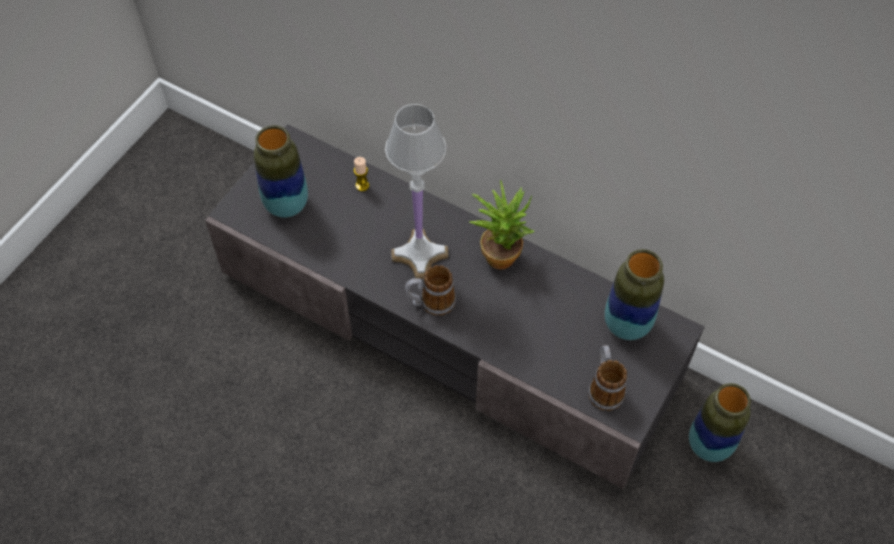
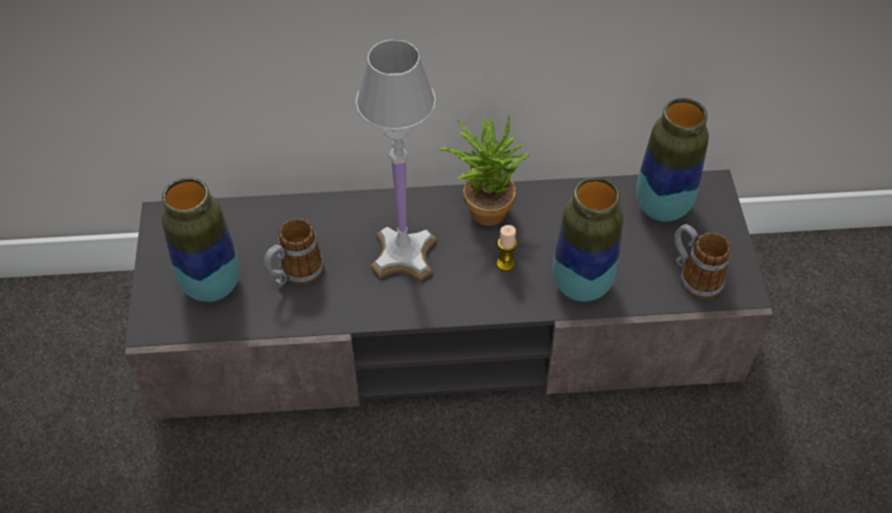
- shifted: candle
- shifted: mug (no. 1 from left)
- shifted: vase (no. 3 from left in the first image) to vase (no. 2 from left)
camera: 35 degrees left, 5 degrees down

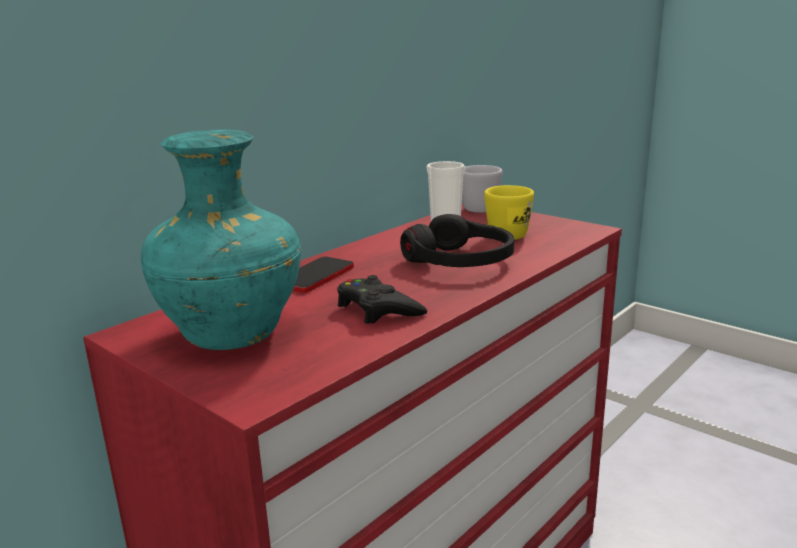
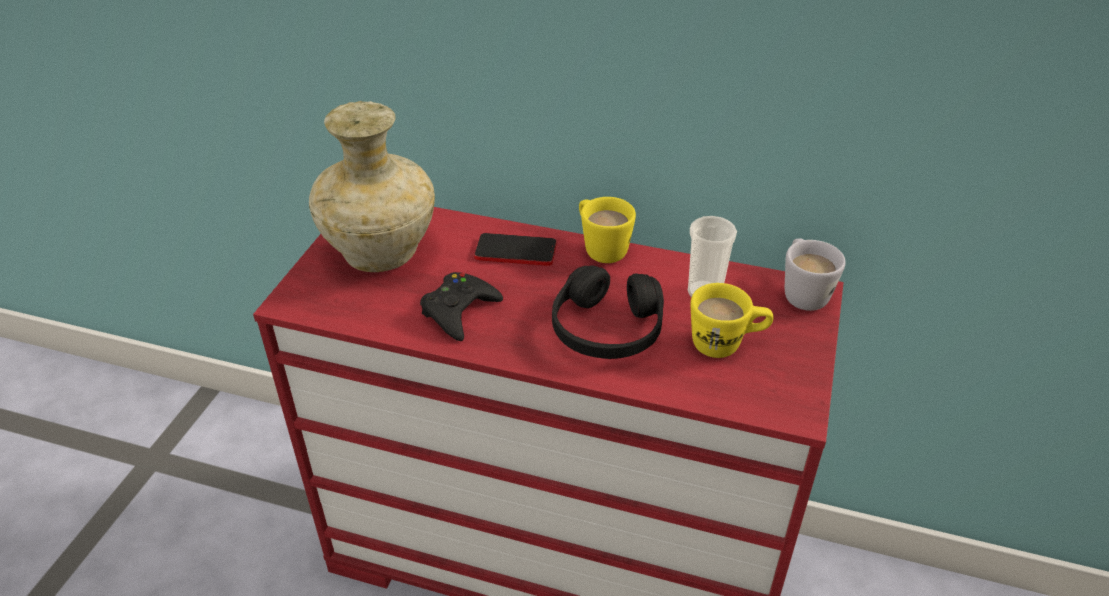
- repainted: vase (turquoise) to vase (beige-coloured)
- new: mug (yellowish) (no. 1 from left)
camera: 65 degrees right, 20 degrees up

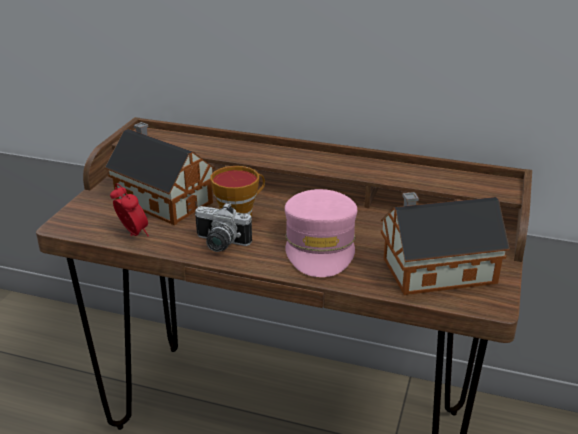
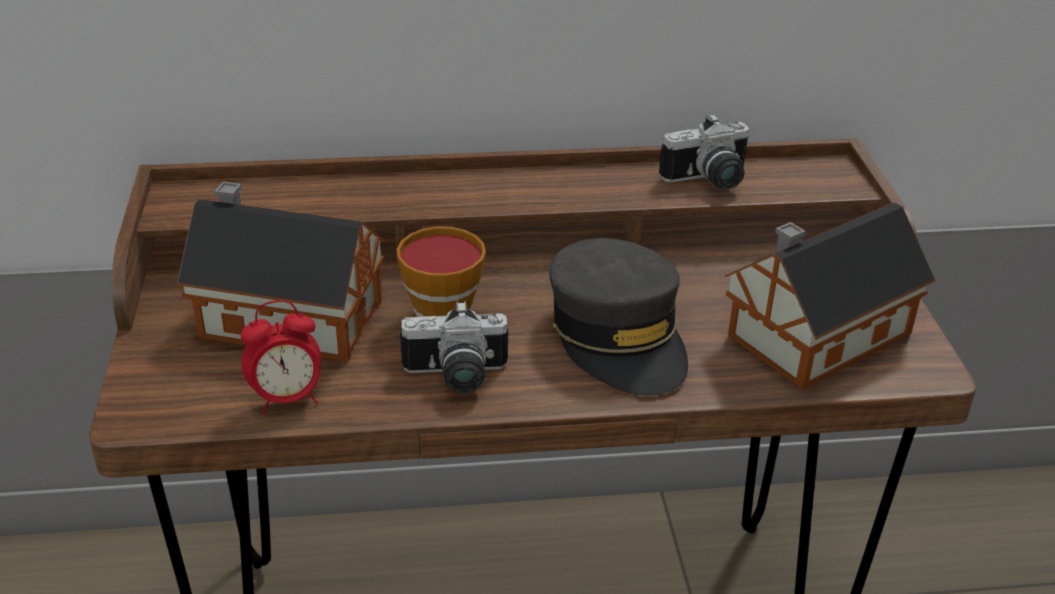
- rotated: table clock 135 degrees clockwise
- repainted: peaked cap (pink) to peaked cap (grey)
- new: still camera (no. 2 from left)
camera: 25 degrees left, 5 degrees up

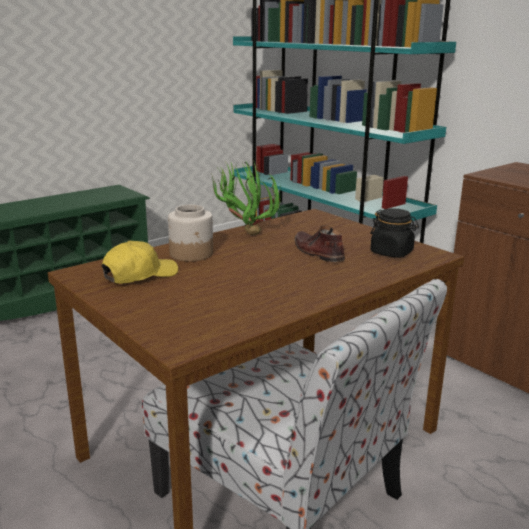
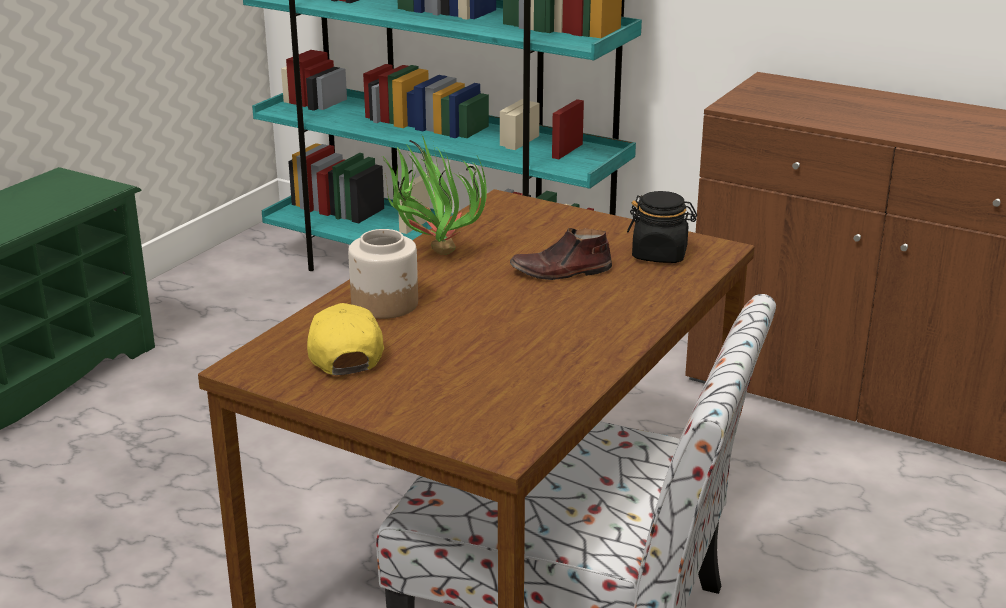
- rotated: shoe (brownish) 45 degrees counterclockwise
- rotated: peaked cap (yellowish) 45 degrees counterclockwise
camera: 20 degrees left, 5 degrees up

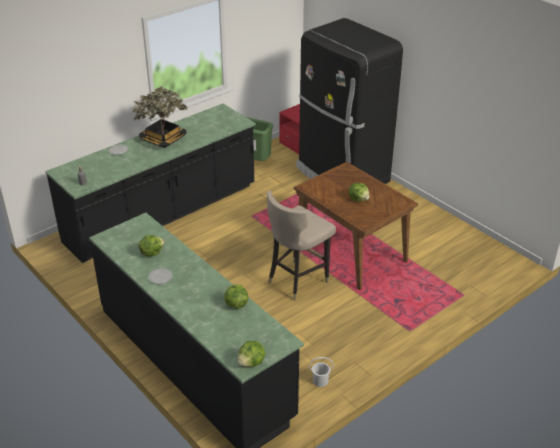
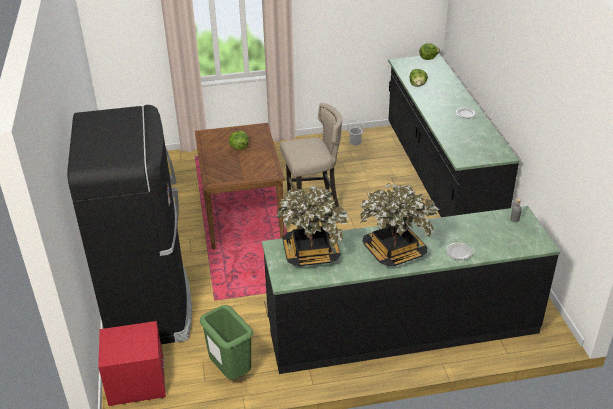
- gone: lettuce (no. 1 from left)
- new: plant in a pot (no. 1 from left)
camera: 150 degrees left, 0 degrees up

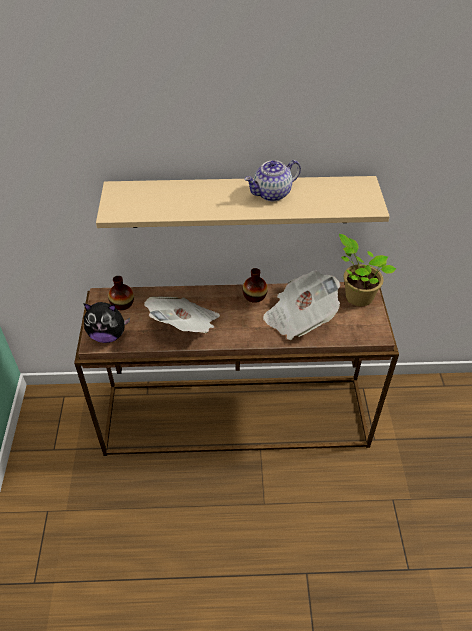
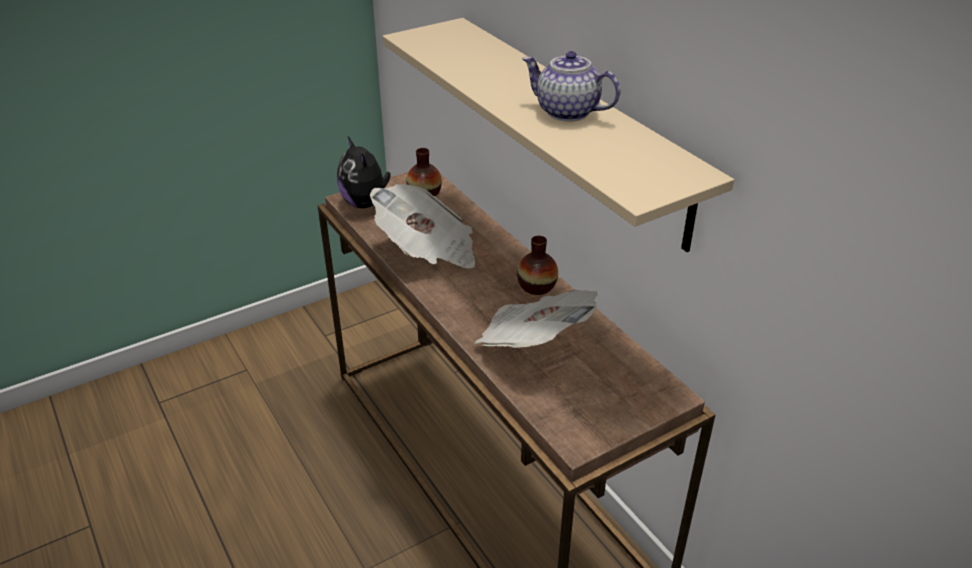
- gone: plant in a pot
camera: 60 degrees right, 10 degrees down

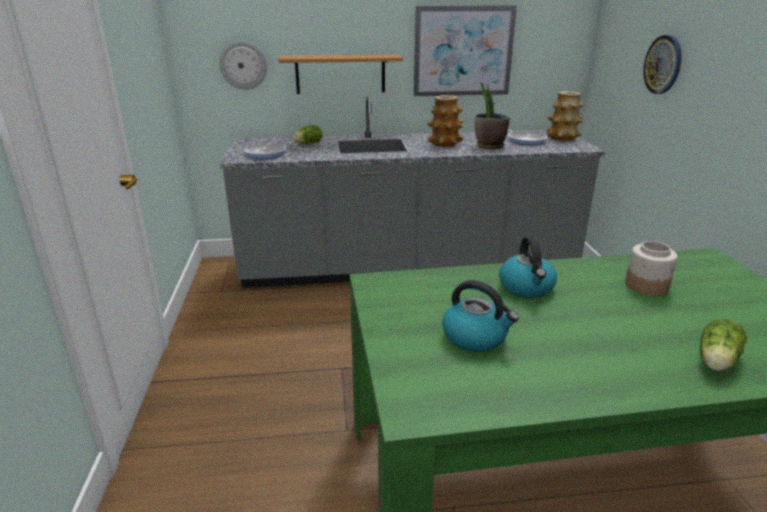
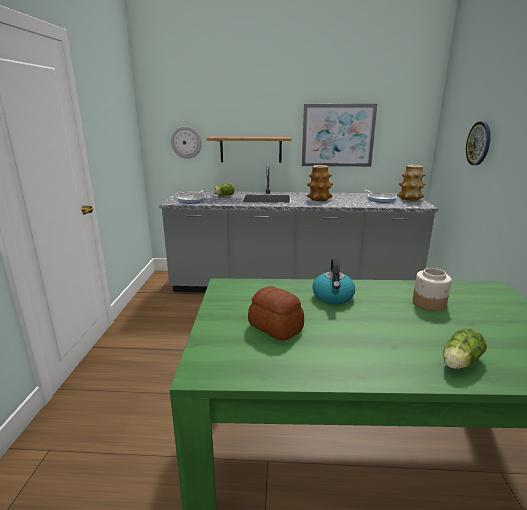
- gone: plant in a pot
- swapped: kettle (no. 1 from left) to bakery bread
camera: 10 degrees right, 5 degrees down

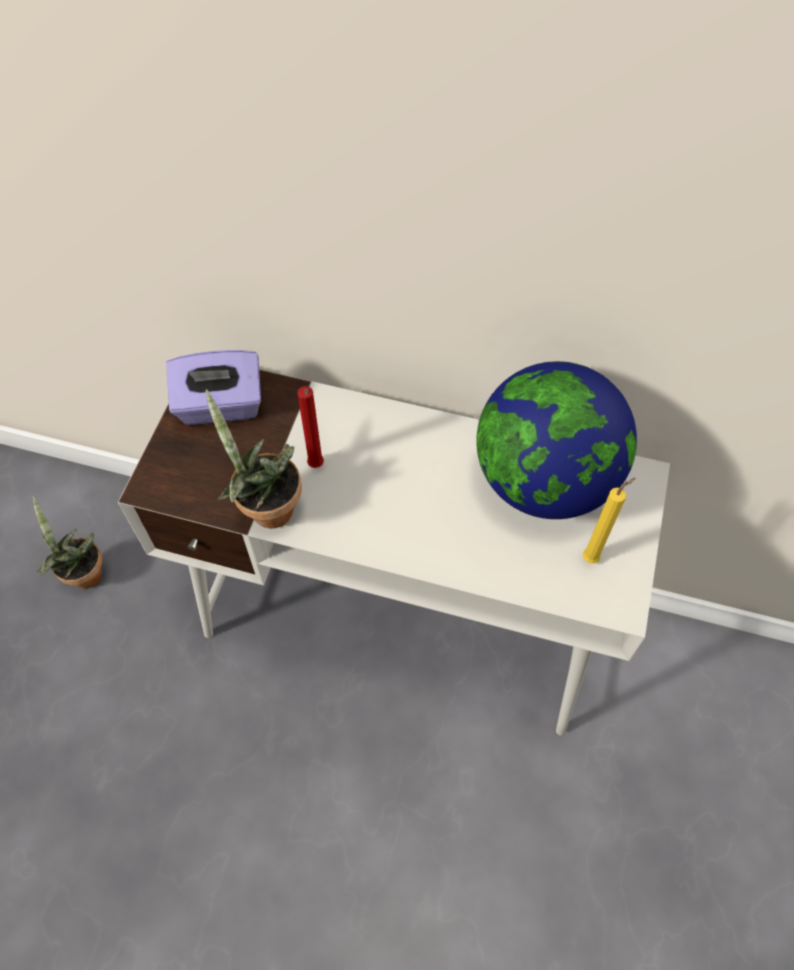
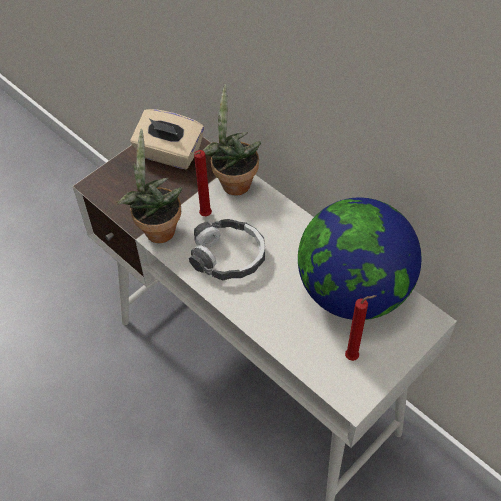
- repainted: tissue box (purplish) to tissue box (beige-coloured)
- repainted: candle (yellowish) to candle (reddish) (no. 2 from left)
- shifted: plant in a pot (no. 1 from left in the first image) to plant in a pot (no. 2 from left)
- new: headset
camera: 30 degrees right, 5 degrees down

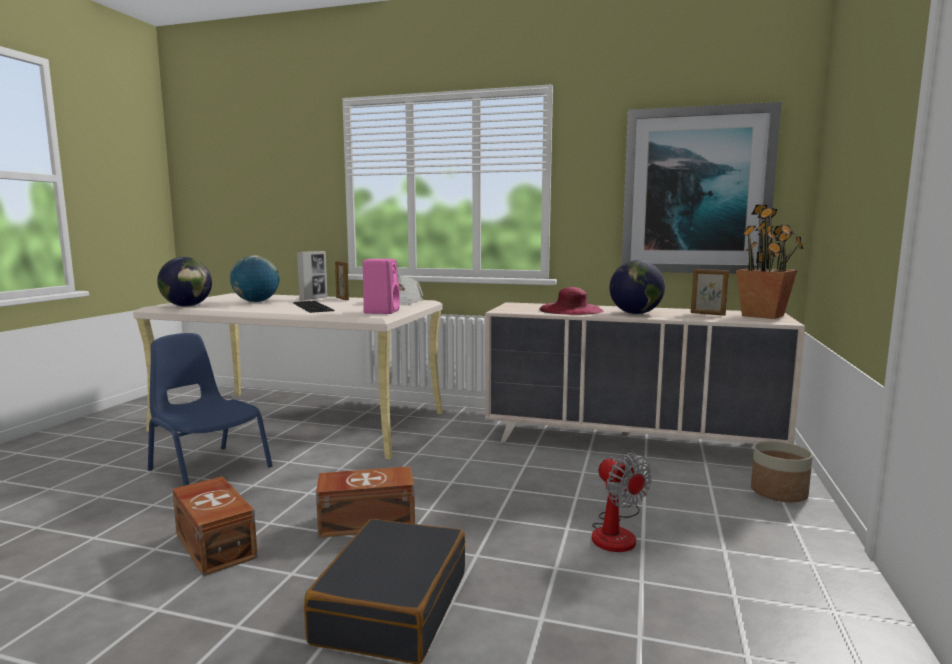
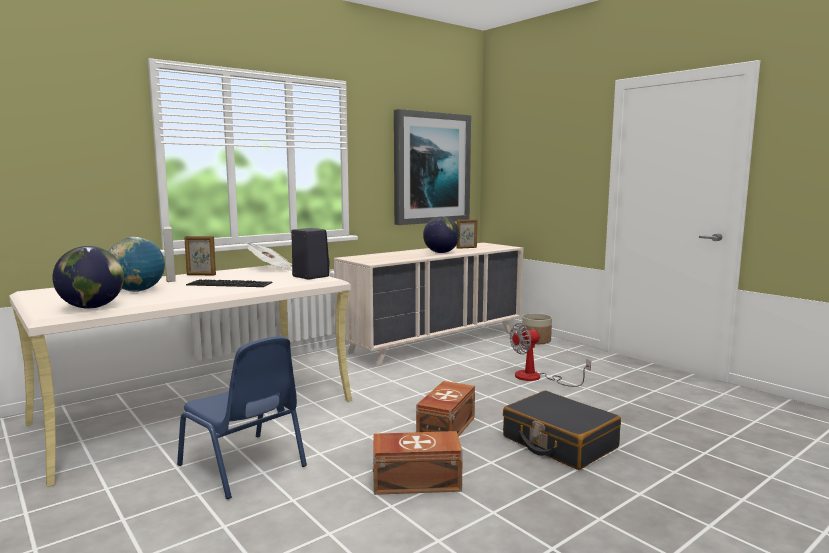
- gone: plant in a pot
- repainted: speaker (pink) to speaker (black-coloured)
- gone: hat (pink)
- rotated: upright chair (blue) 120 degrees counterclockwise
- rotated: electric fan 150 degrees clockwise
camera: 55 degrees left, 0 degrees up

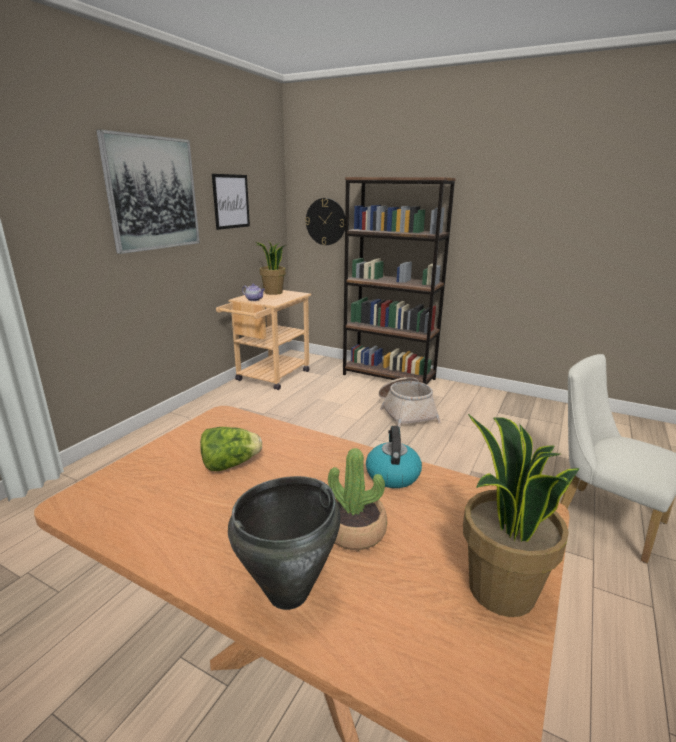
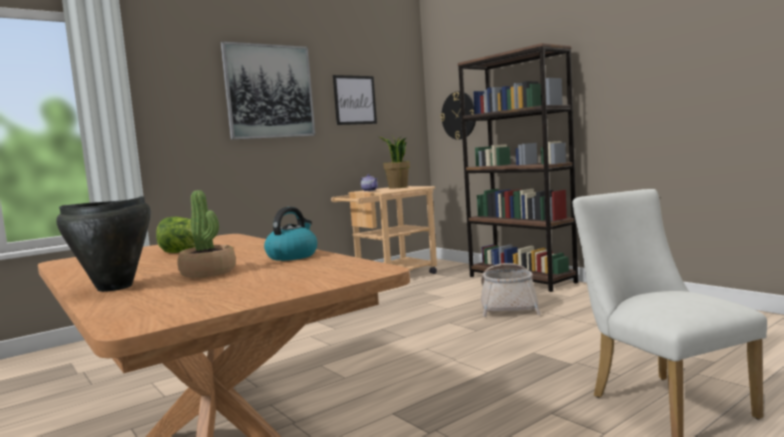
- gone: plant in a pot (no. 3 from left)
camera: 25 degrees right, 15 degrees down

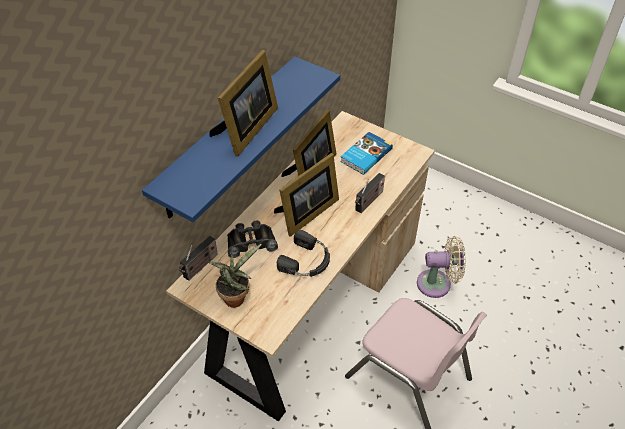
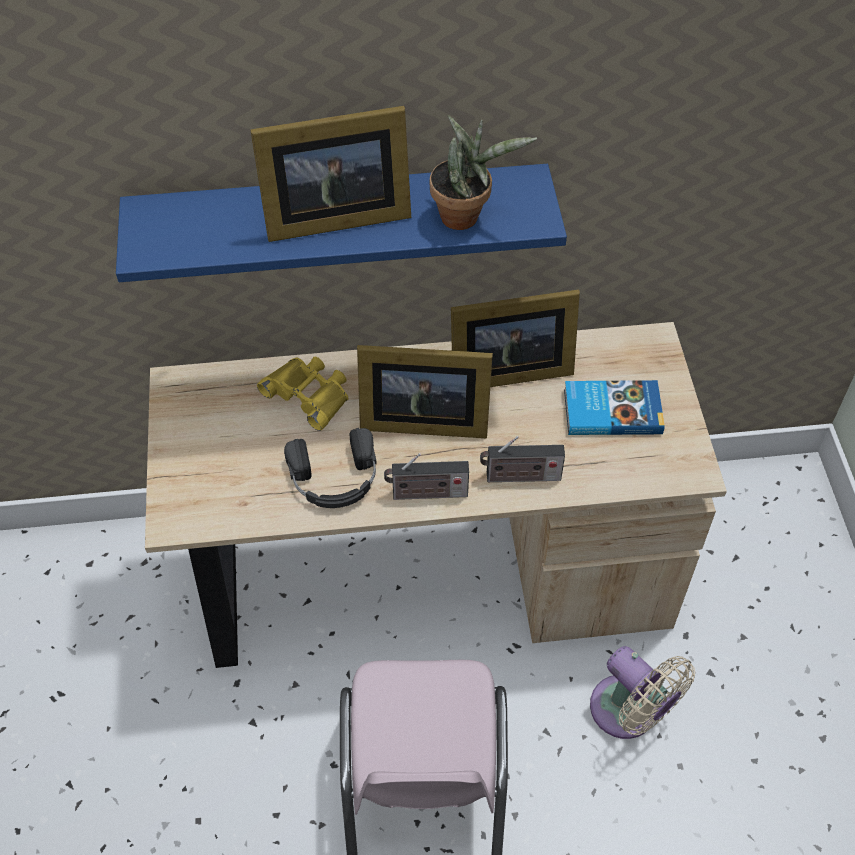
- repainted: binoculars (black-coloured) to binoculars (yellowish)
- shifted: radio receiver (no. 1 from left)
- shifted: plant in a pot
camera: 50 degrees right, 5 degrees up

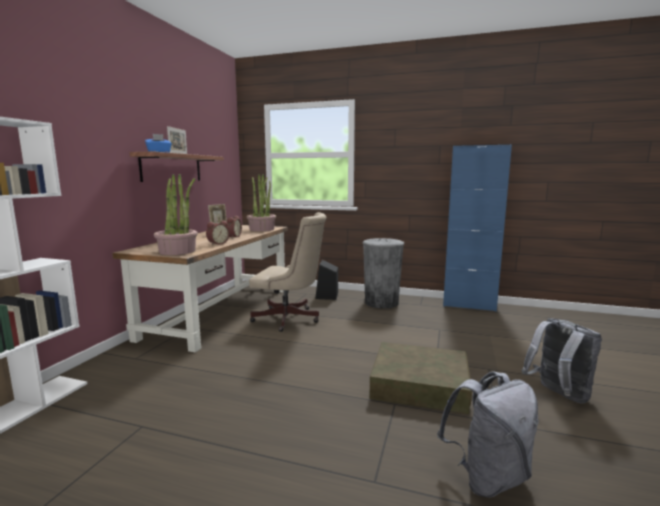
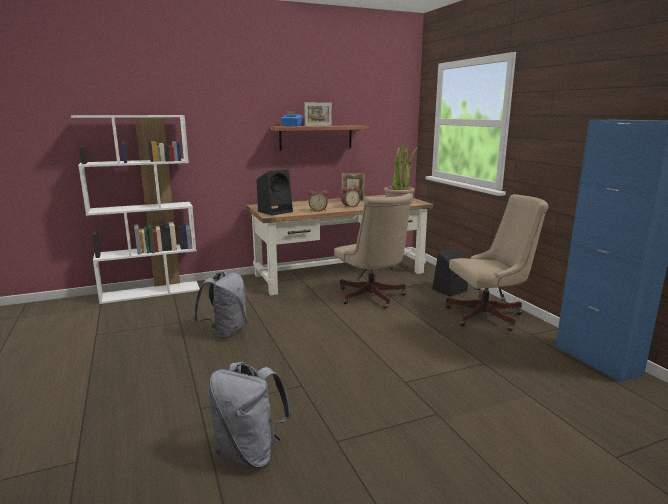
- swapped: plant in a pot (no. 1 from left) to speaker (black-coloured) (no. 1 from left)
- swapped: waste bin (grey) to desk chair (beige-coloured) (no. 2 from left)
- shifted: rucksack (grey) (no. 2 from left in the first image) to rucksack (grey) (no. 1 from left)
- gone: storage box (brownish)
camera: 50 degrees right, 5 degrees up

